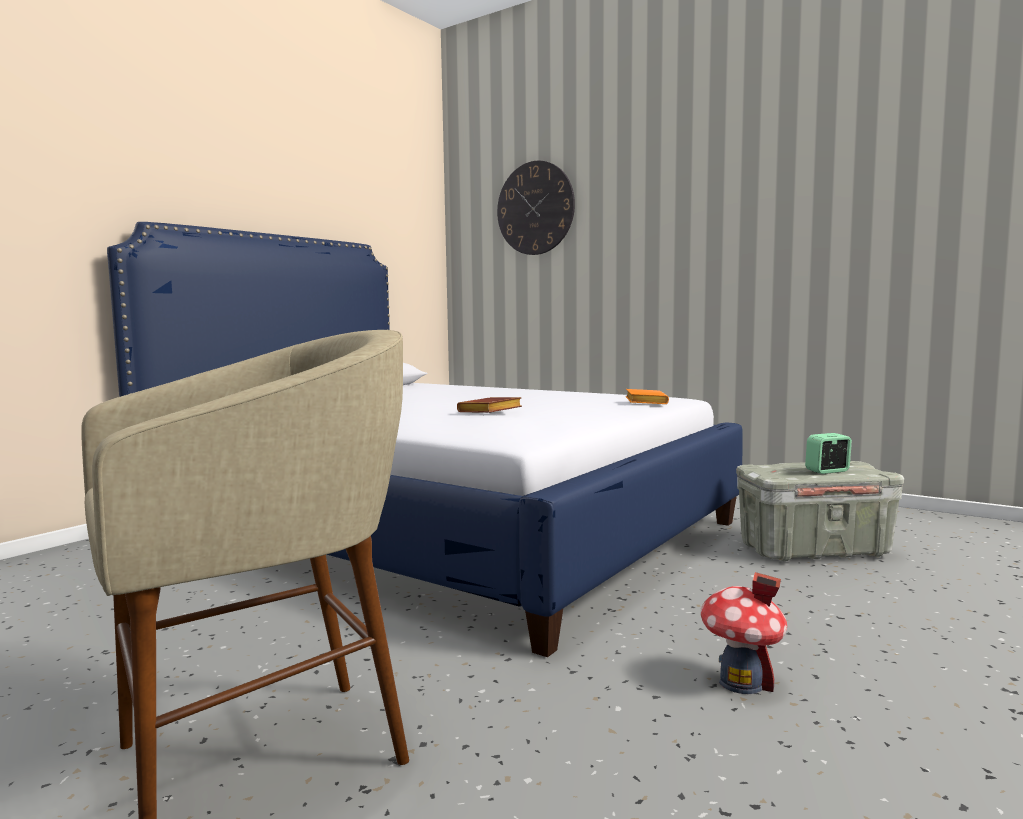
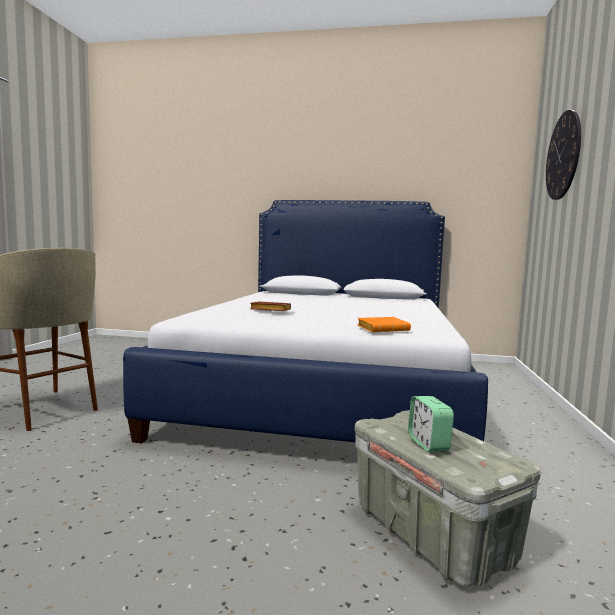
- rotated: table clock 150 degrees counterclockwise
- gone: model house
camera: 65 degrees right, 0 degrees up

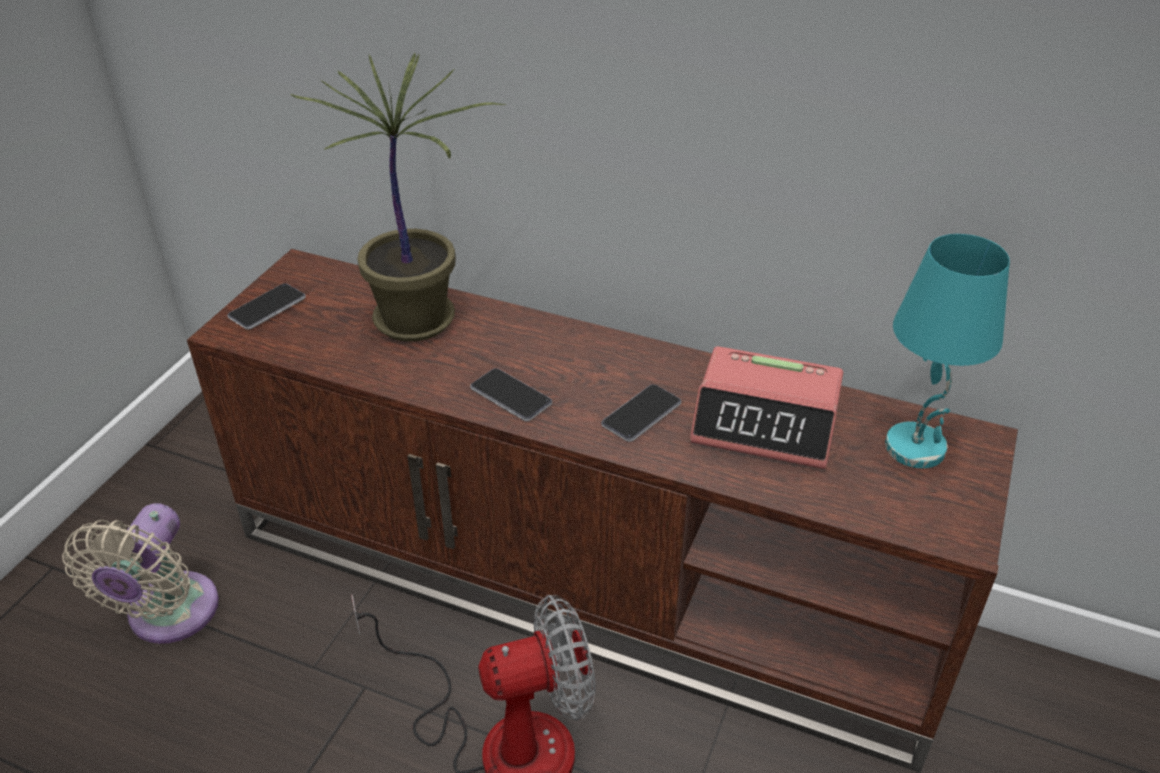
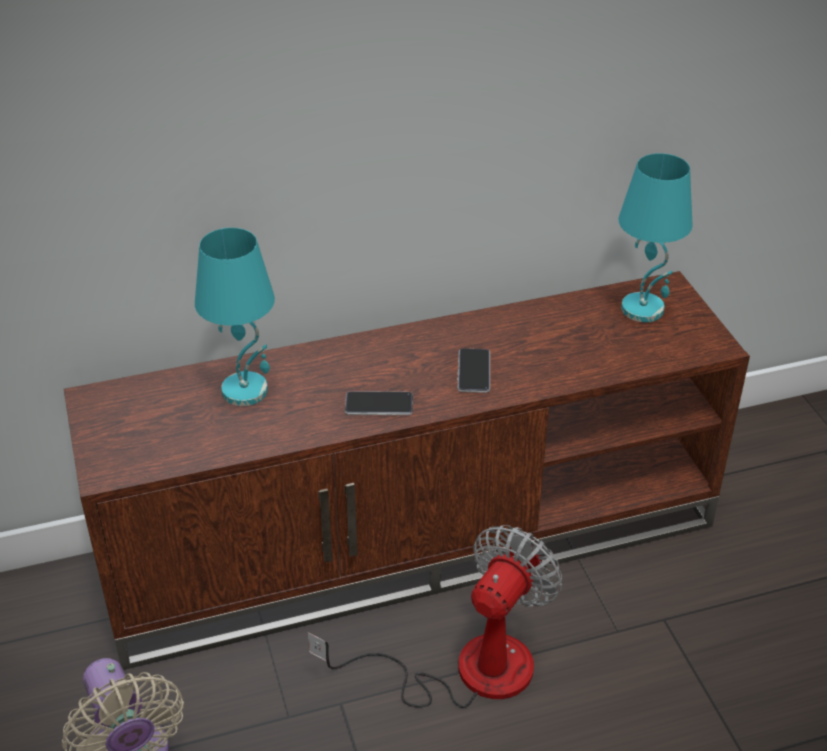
- swapped: plant in a pot to tabletop lamp (turquoise) (no. 1 from left)
- gone: phone (no. 1 from left)
- gone: table clock
camera: 40 degrees left, 0 degrees up

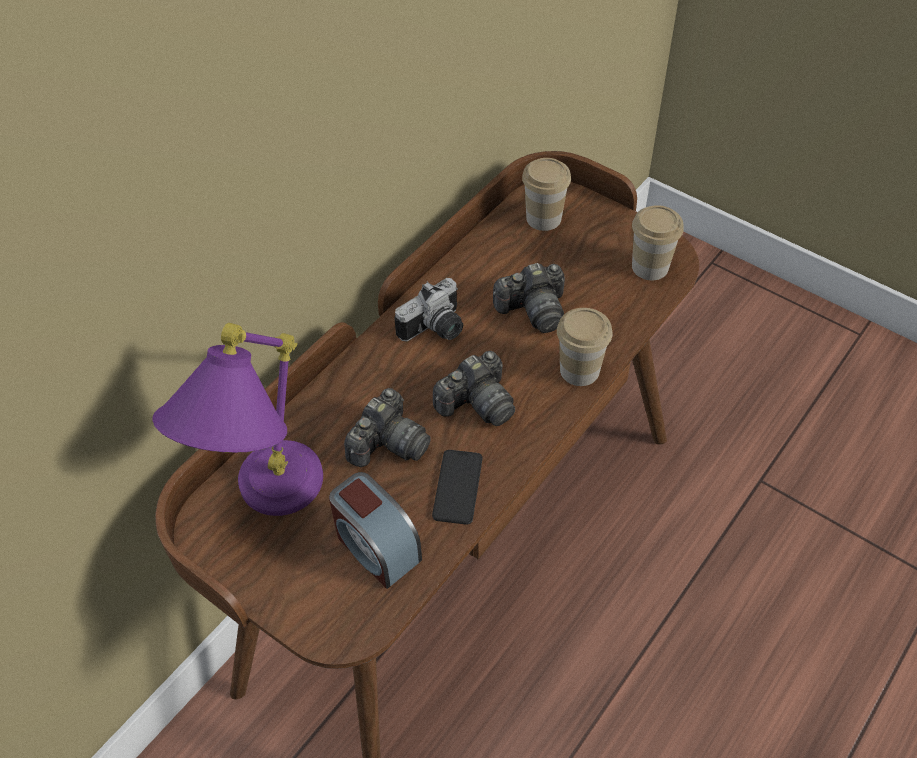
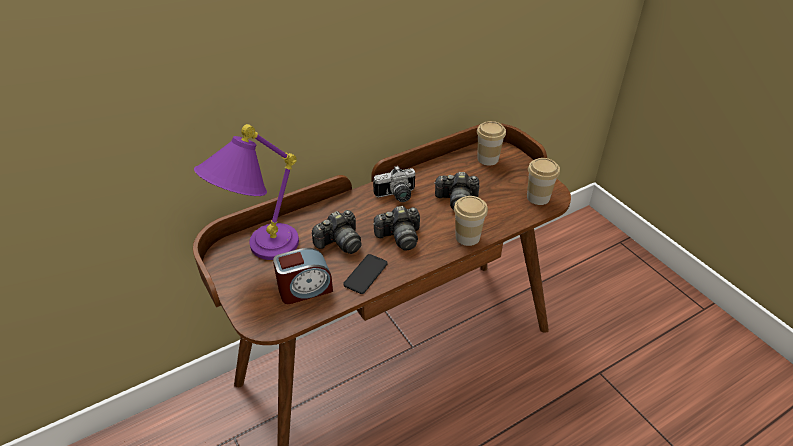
- rotated: table clock 90 degrees counterclockwise
camera: 20 degrees right, 10 degrees down

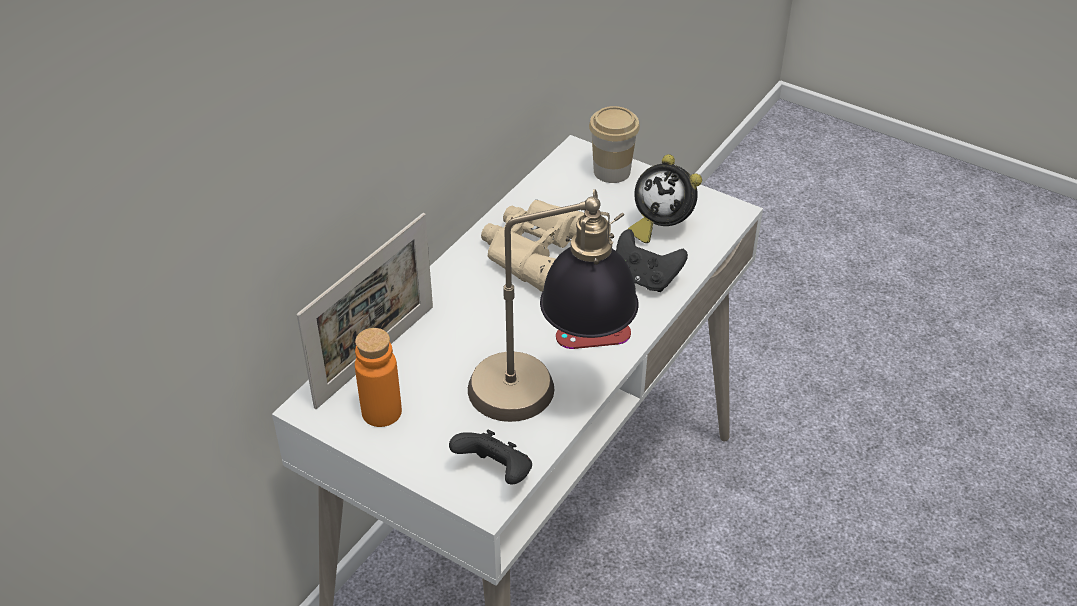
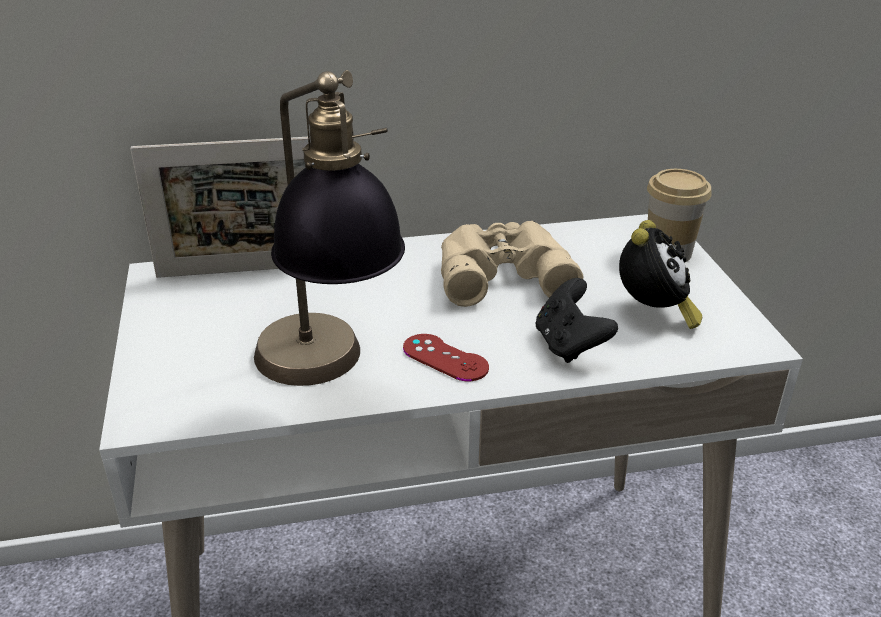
- rotated: table clock 150 degrees counterclockwise
- gone: beverage bottle (orange)
- gone: game controller (black-coloured) (no. 1 from left)
camera: 45 degrees right, 10 degrees down

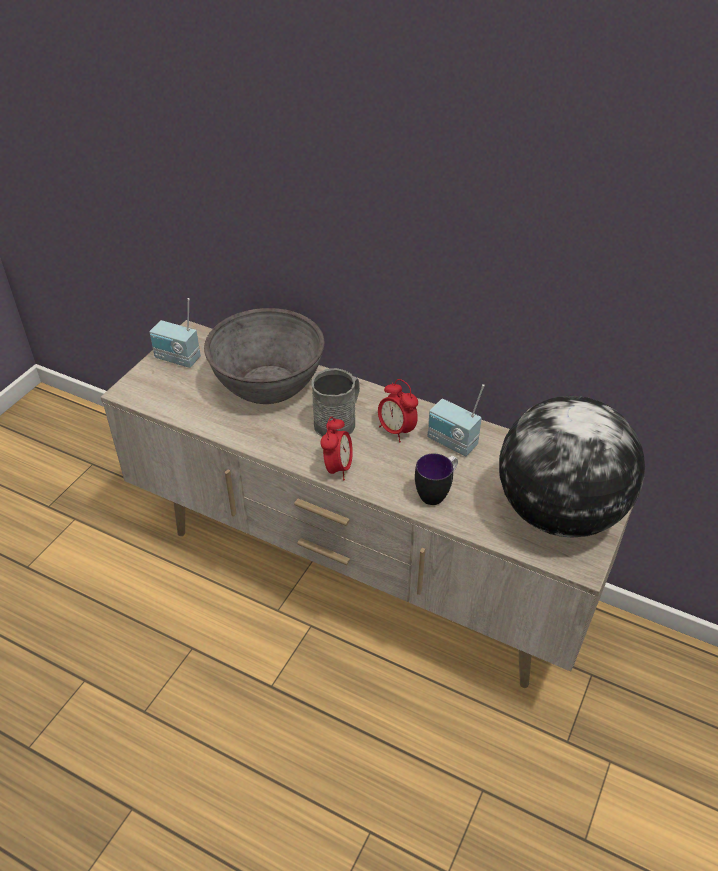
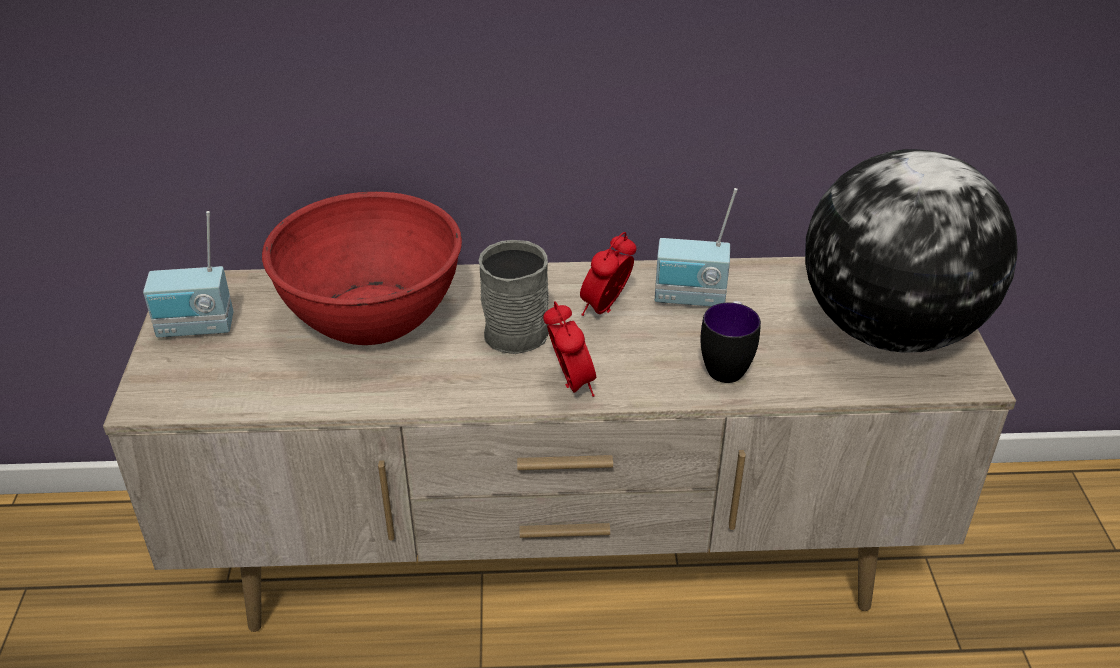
- repainted: serving bowl (grey) to serving bowl (reddish)
- rotated: table clock (no. 2 from left) 105 degrees clockwise
camera: 30 degrees left, 5 degrees down

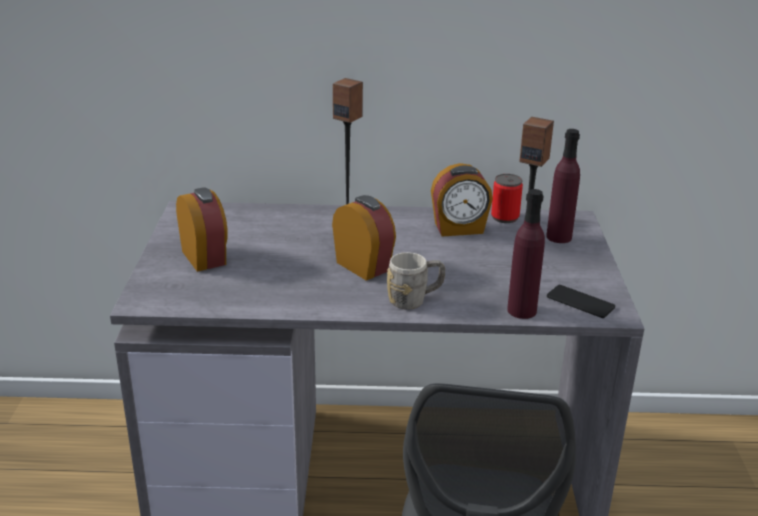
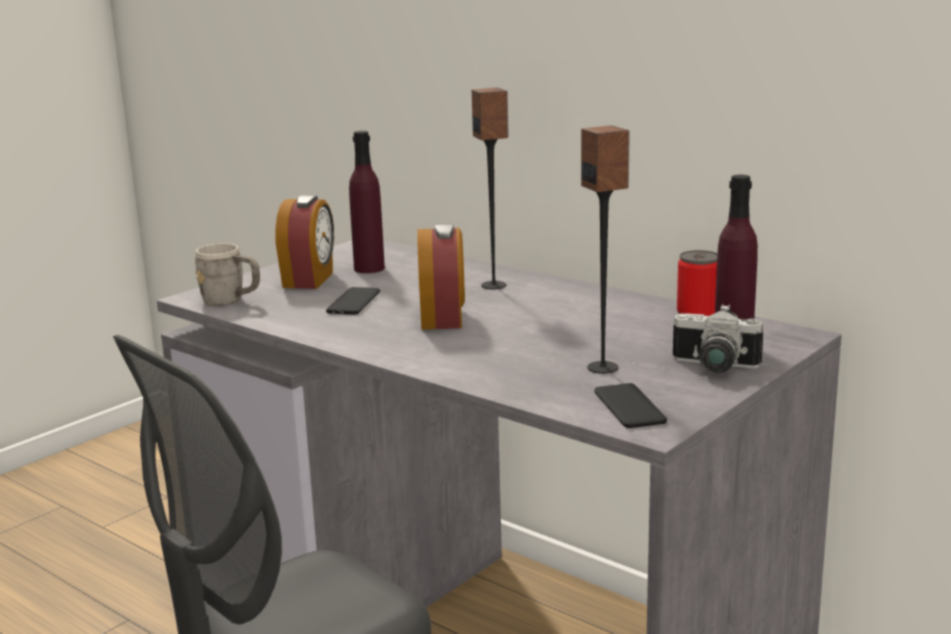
- gone: table clock (no. 3 from left)
- shifted: beverage bottle (purplish) (no. 1 from left)
- shifted: mug (grey)
- new: phone (no. 1 from left)
- new: still camera
camera: 40 degrees right, 10 degrees down

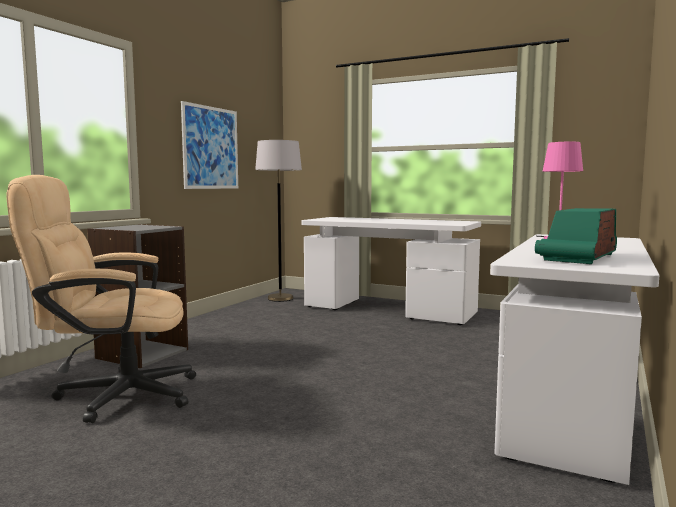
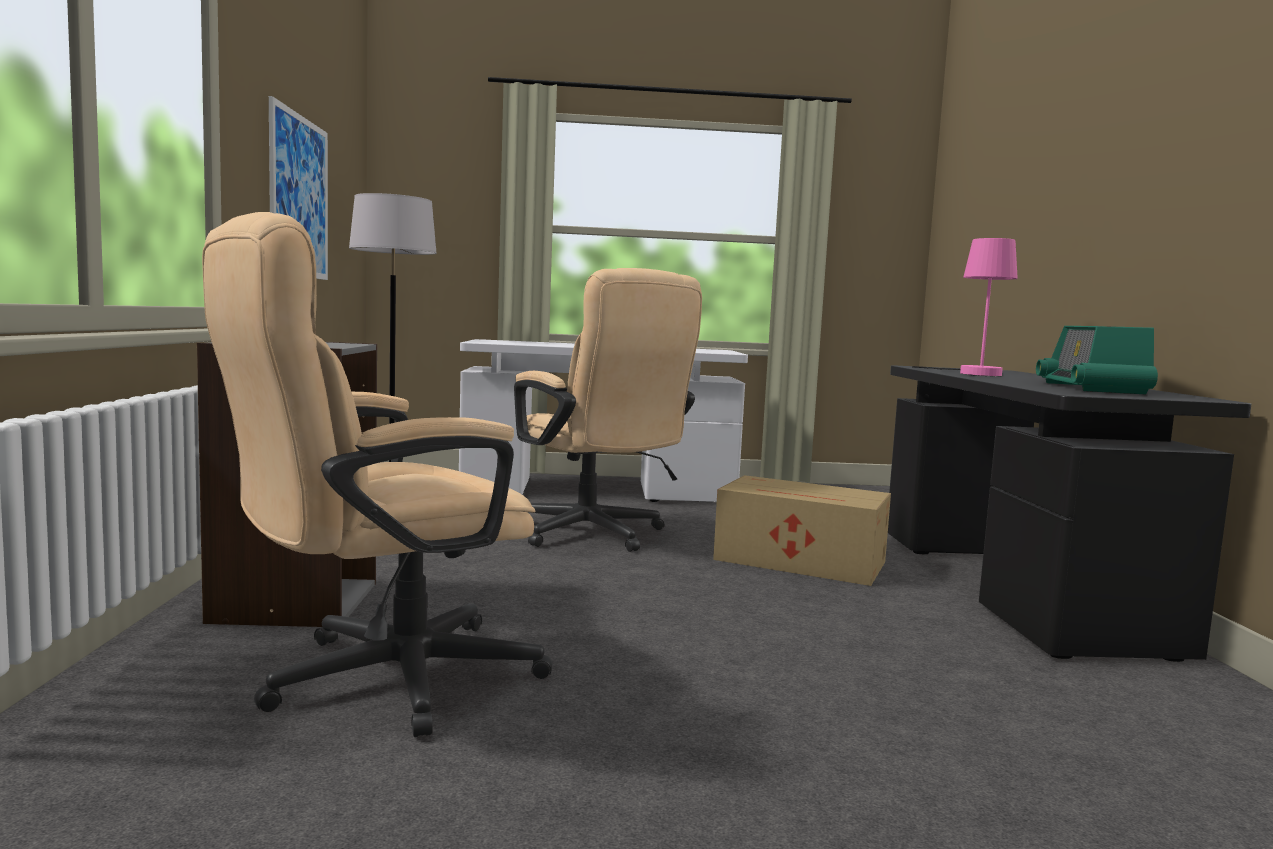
- repainted: desk table (whitish) (no. 2 from left) to desk table (black-coloured)
- new: desk chair (beige-coloured) (no. 2 from left)
- new: cardboard box
camera: 30 degrees left, 0 degrees up

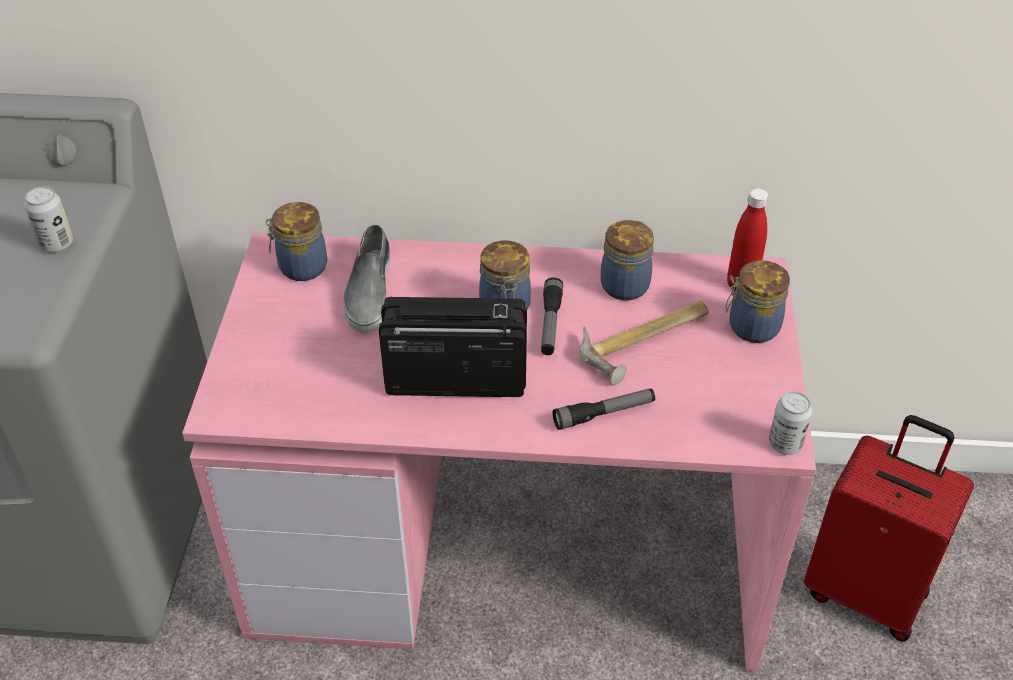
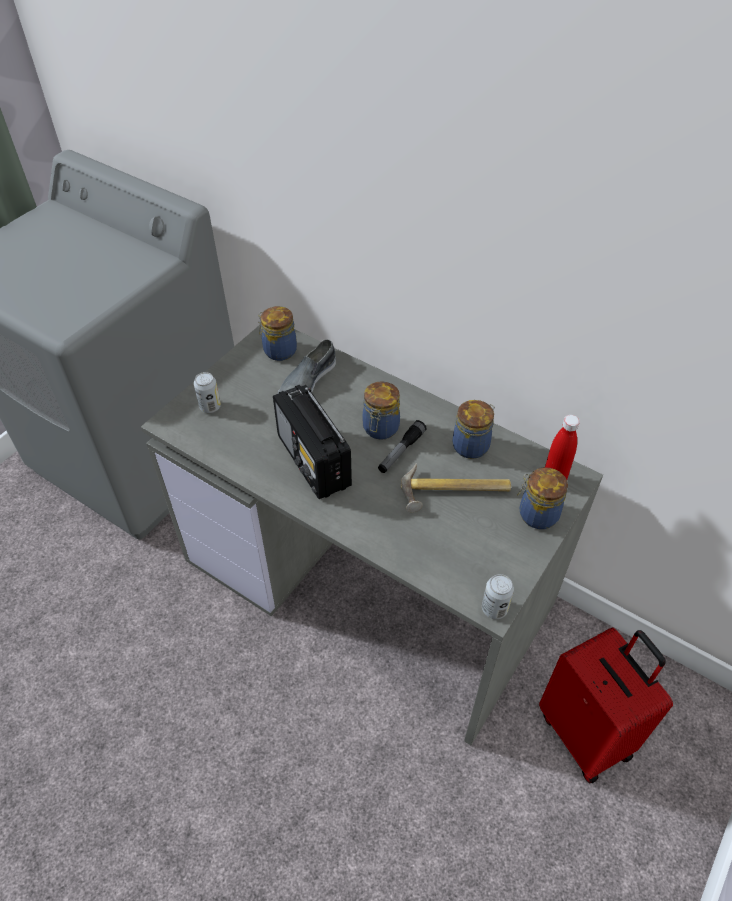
- shifted: can (no. 1 from left)
- repainted: desk table (pink) to desk table (grey)
- rotated: radio receiver 150 degrees counterclockwise
- gone: hand torch (no. 2 from left)
camera: 30 degrees right, 5 degrees up

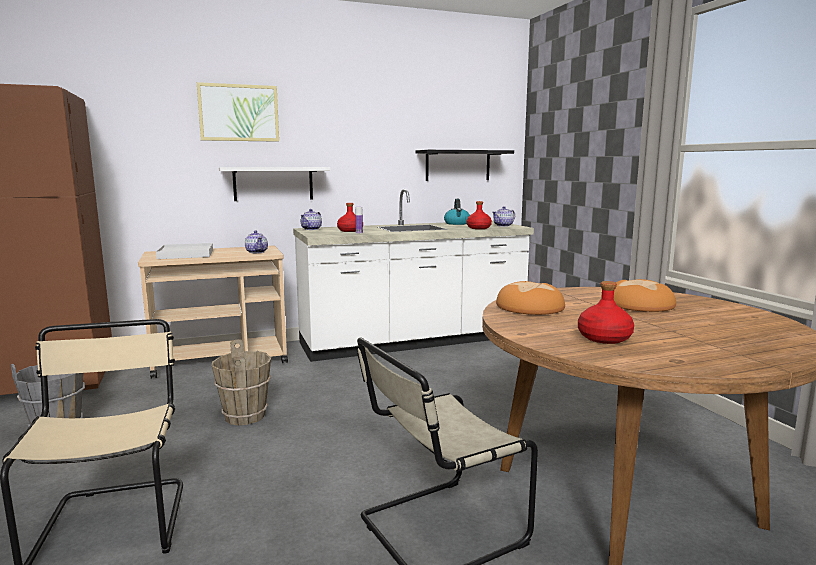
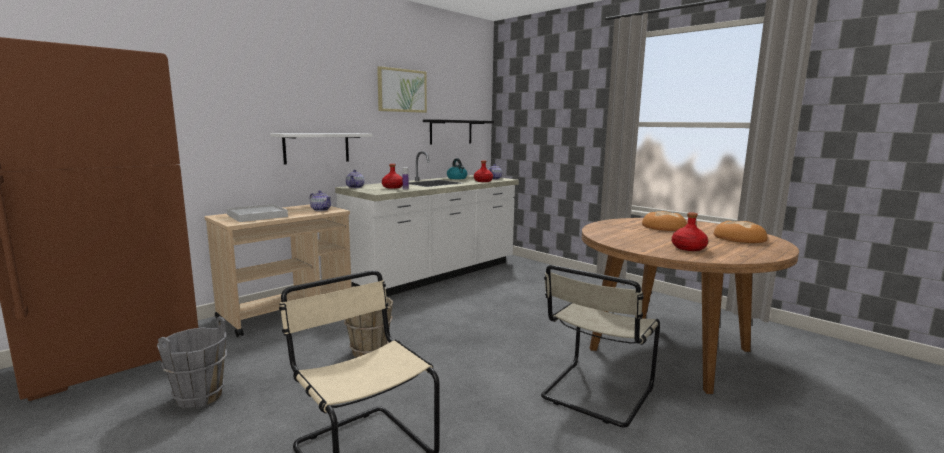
- shifted: picture
- shifted: bakery bread (no. 1 from left in the first image) to bakery bread (no. 2 from left)
camera: 25 degrees left, 0 degrees up

